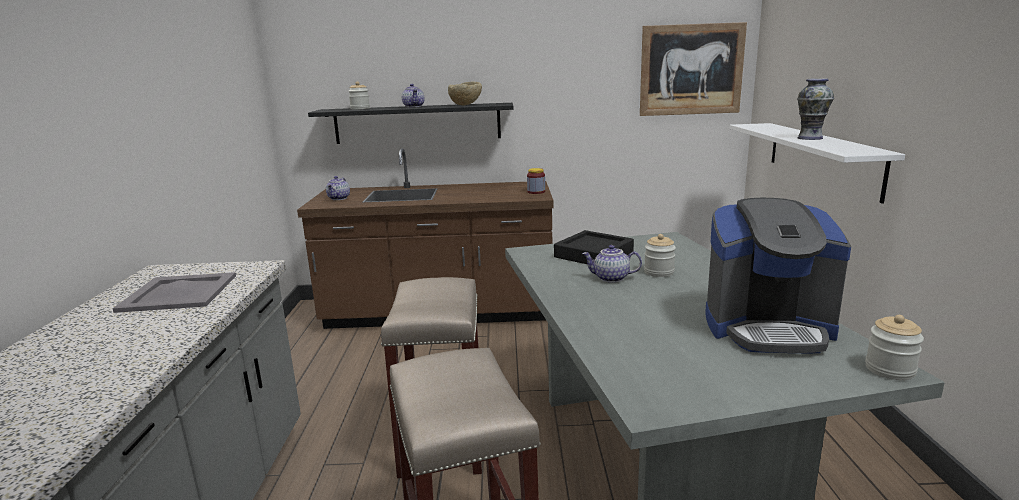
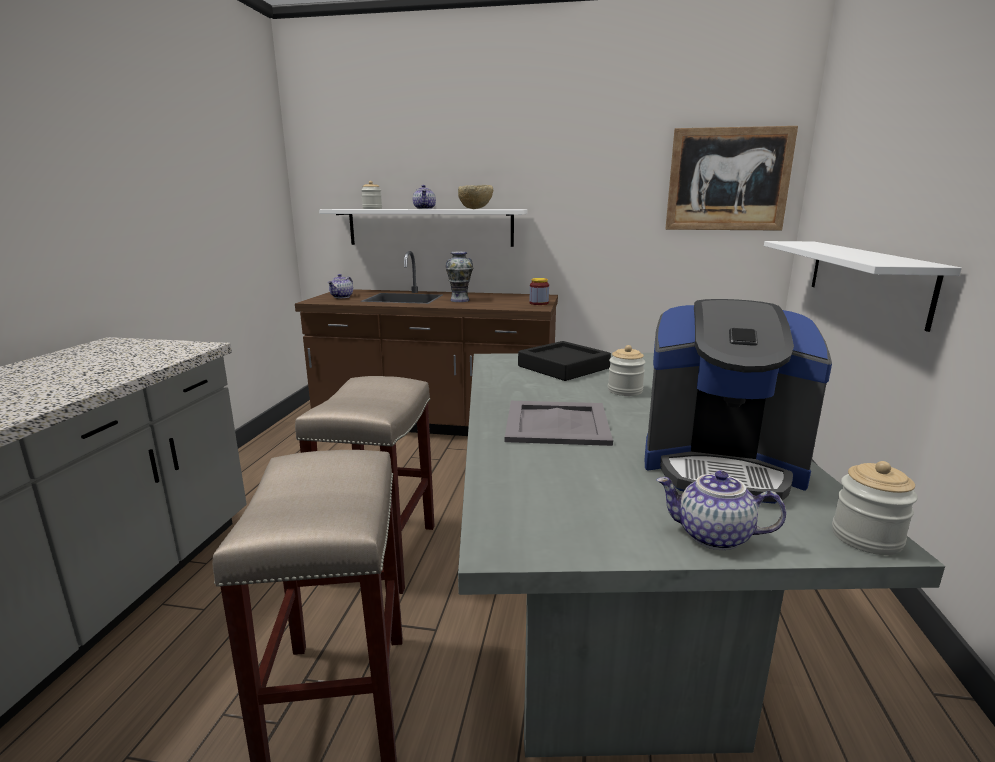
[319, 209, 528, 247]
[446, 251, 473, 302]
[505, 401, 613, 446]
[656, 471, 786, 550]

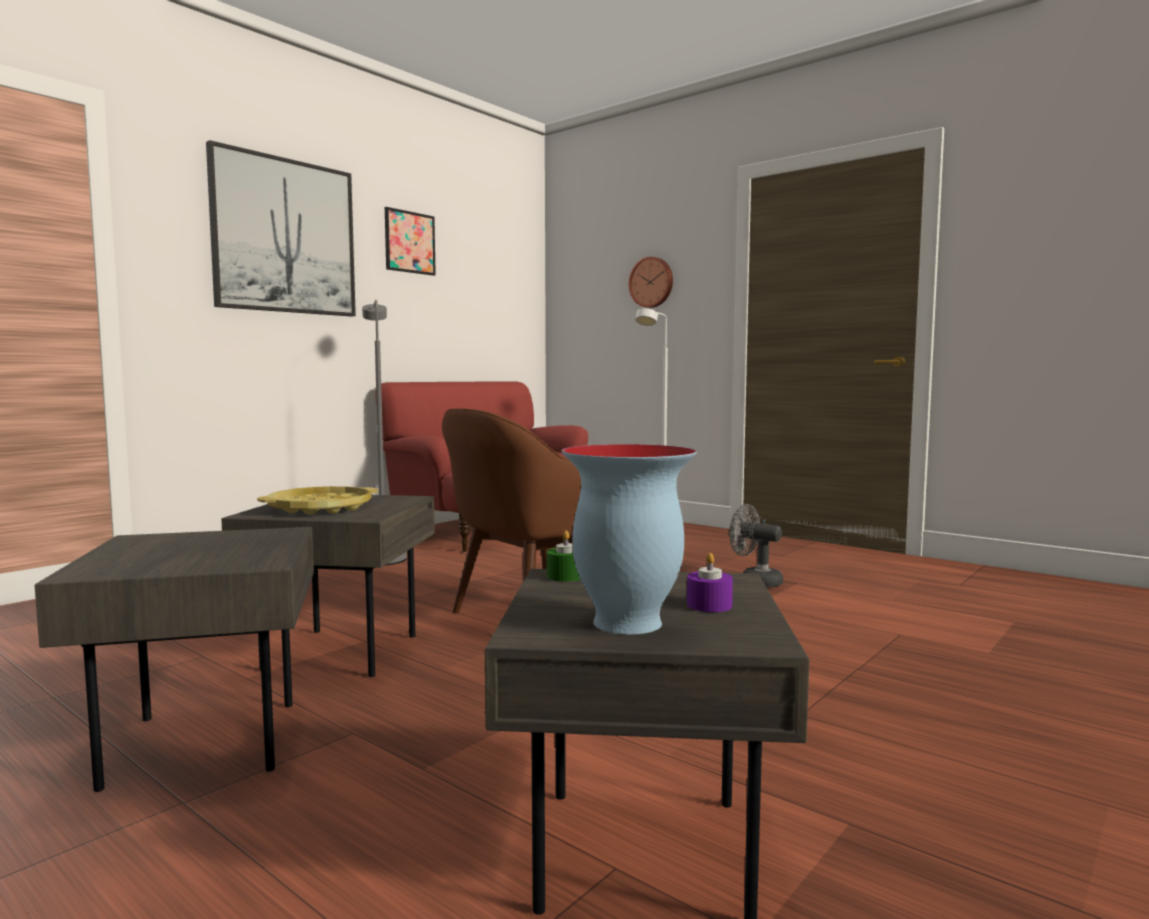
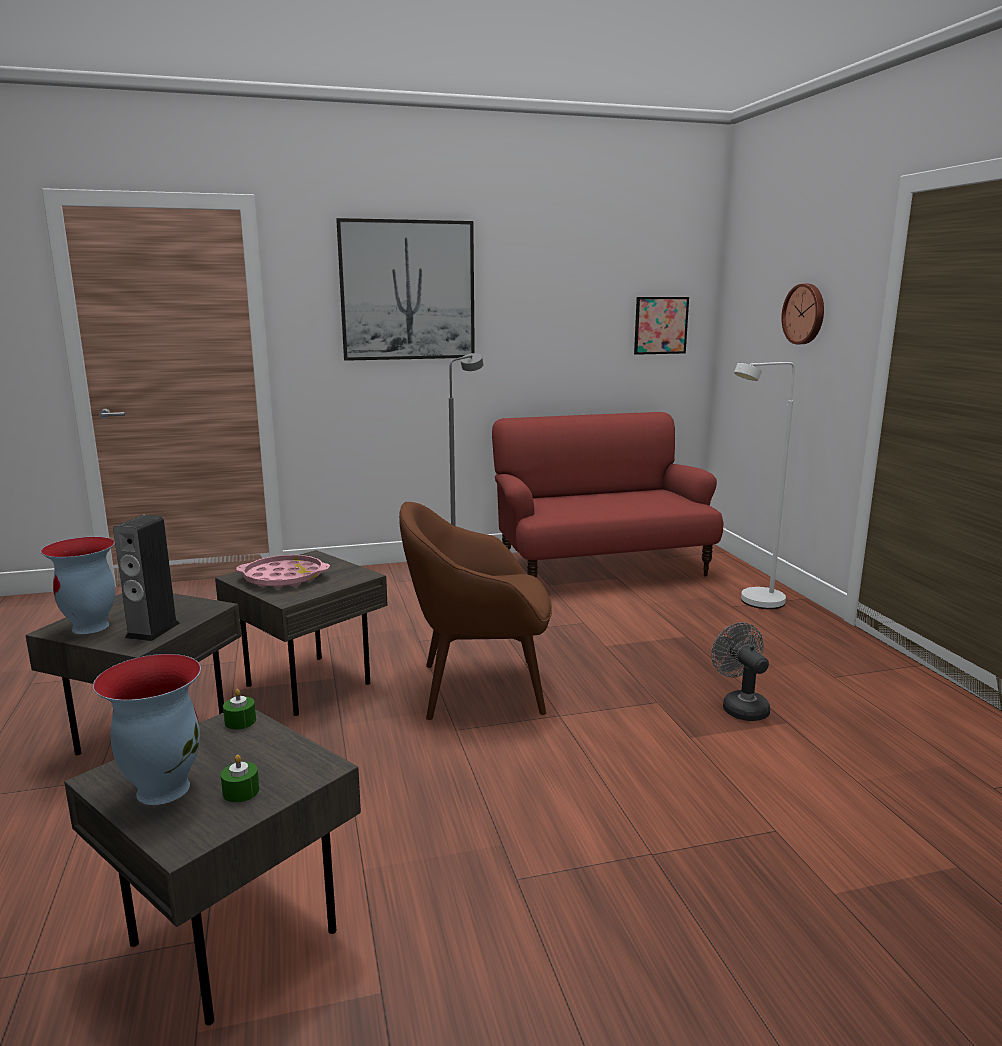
[41, 537, 115, 634]
[113, 515, 180, 641]
[221, 755, 259, 803]
[236, 555, 330, 588]
[634, 297, 689, 355]

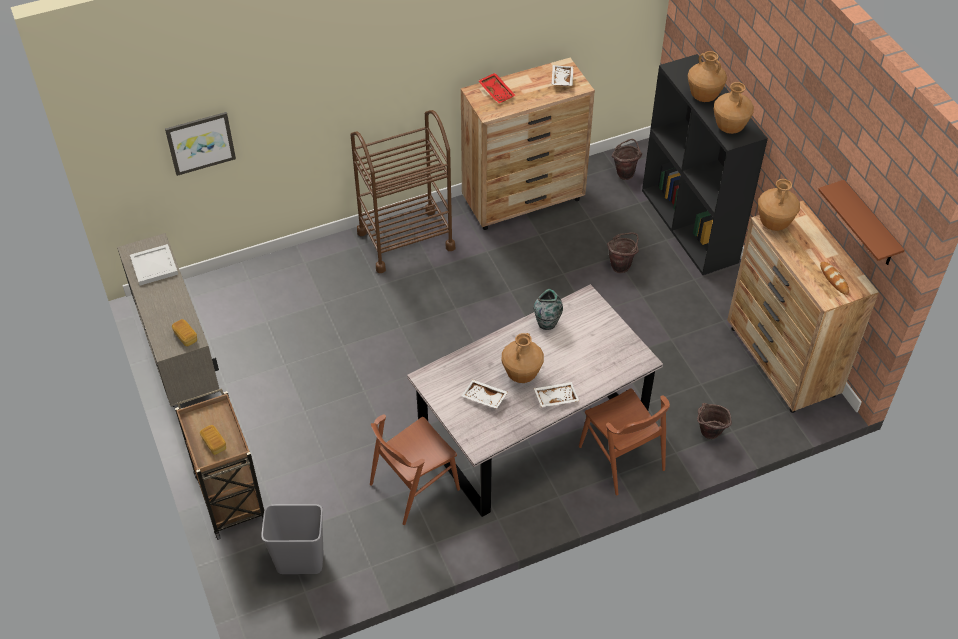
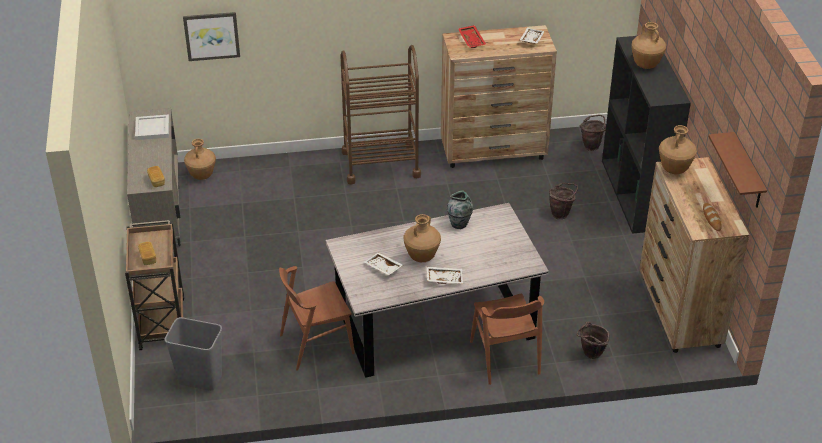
[184, 139, 216, 180]

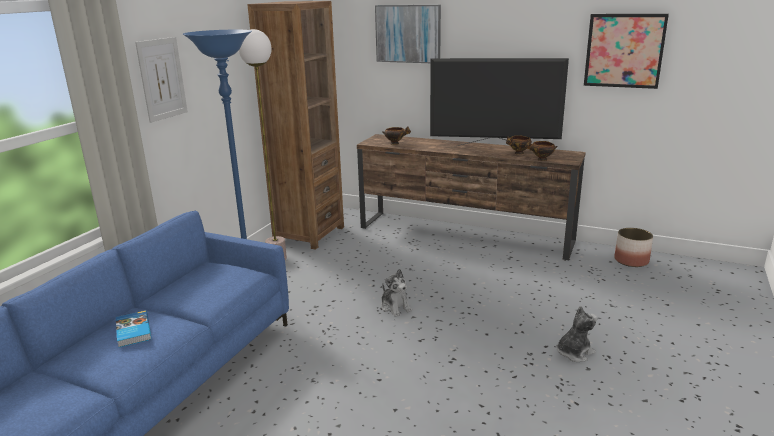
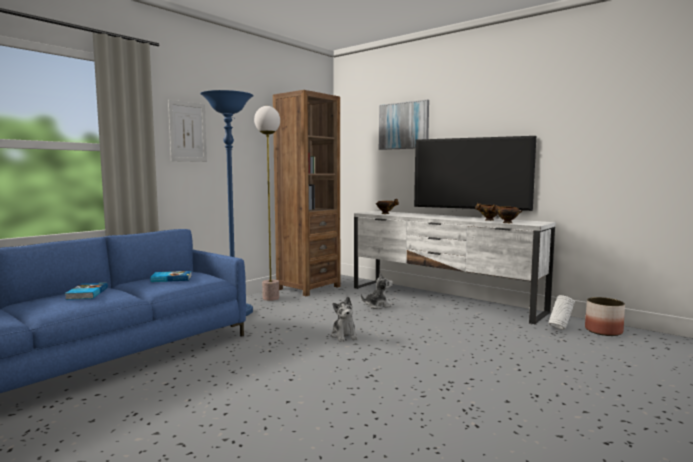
[150, 271, 191, 282]
[354, 211, 556, 324]
[361, 272, 393, 309]
[548, 295, 575, 330]
[584, 14, 669, 89] (first image)

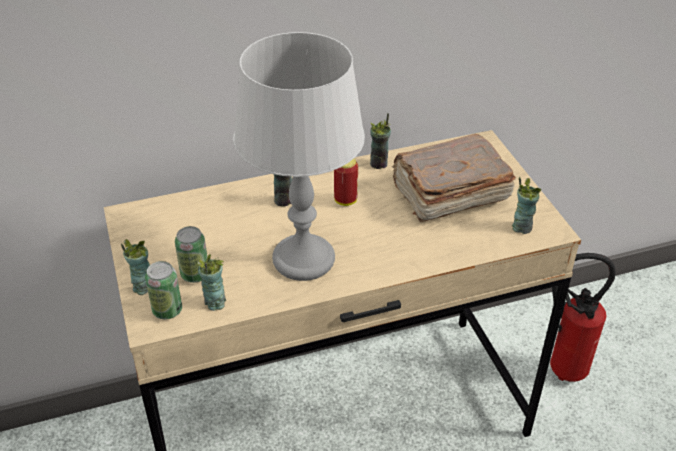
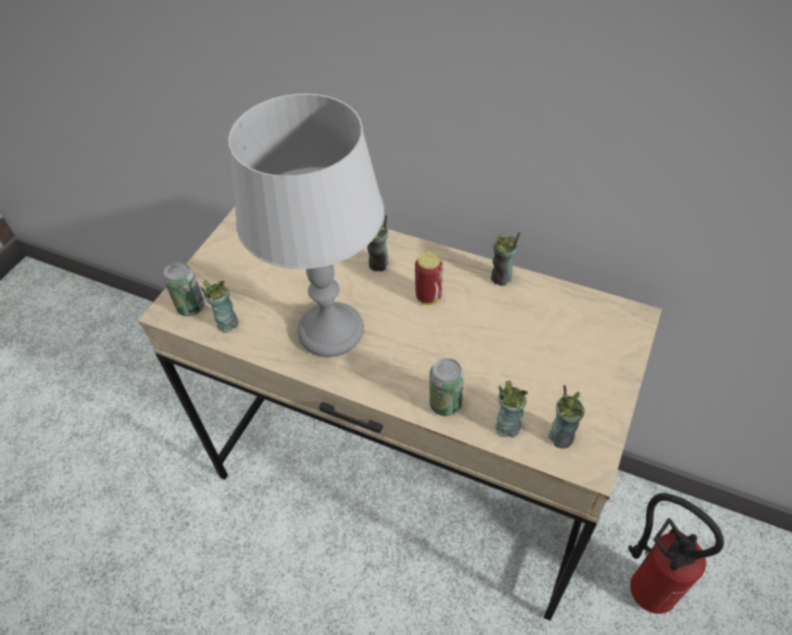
[429, 358, 464, 416]
[495, 381, 528, 438]
[392, 134, 516, 222] (first image)

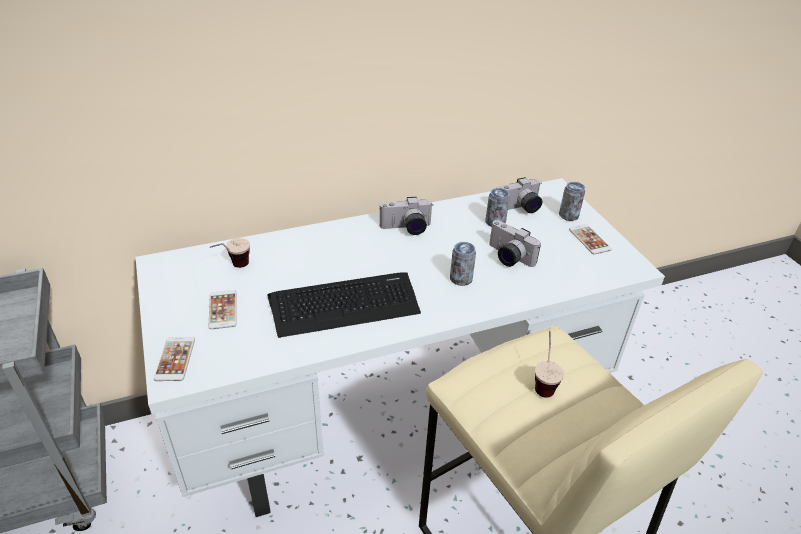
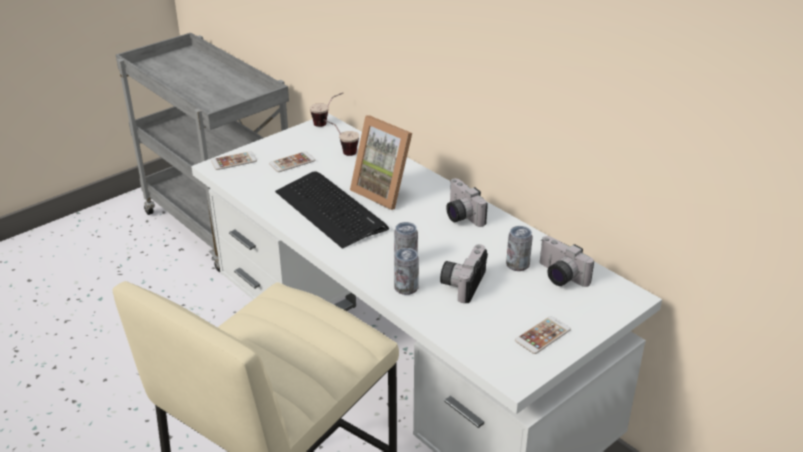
[310, 93, 343, 127]
[350, 115, 412, 210]
[394, 248, 419, 295]

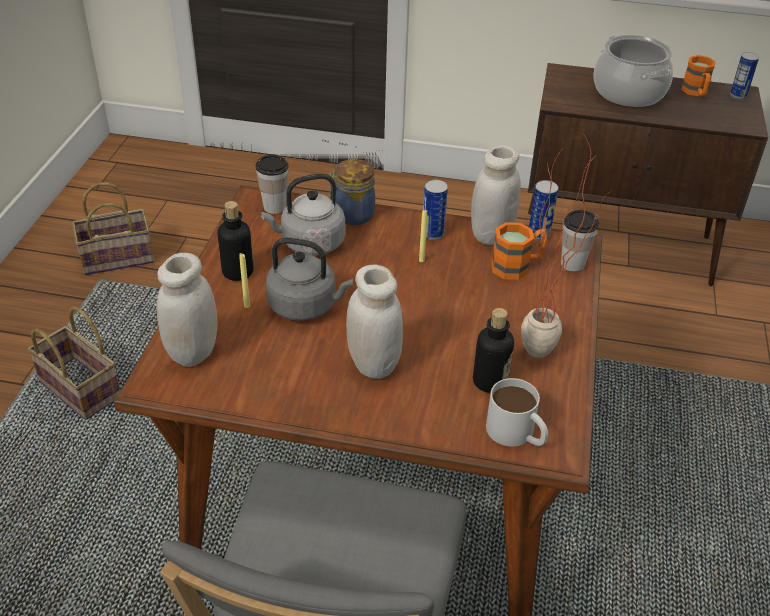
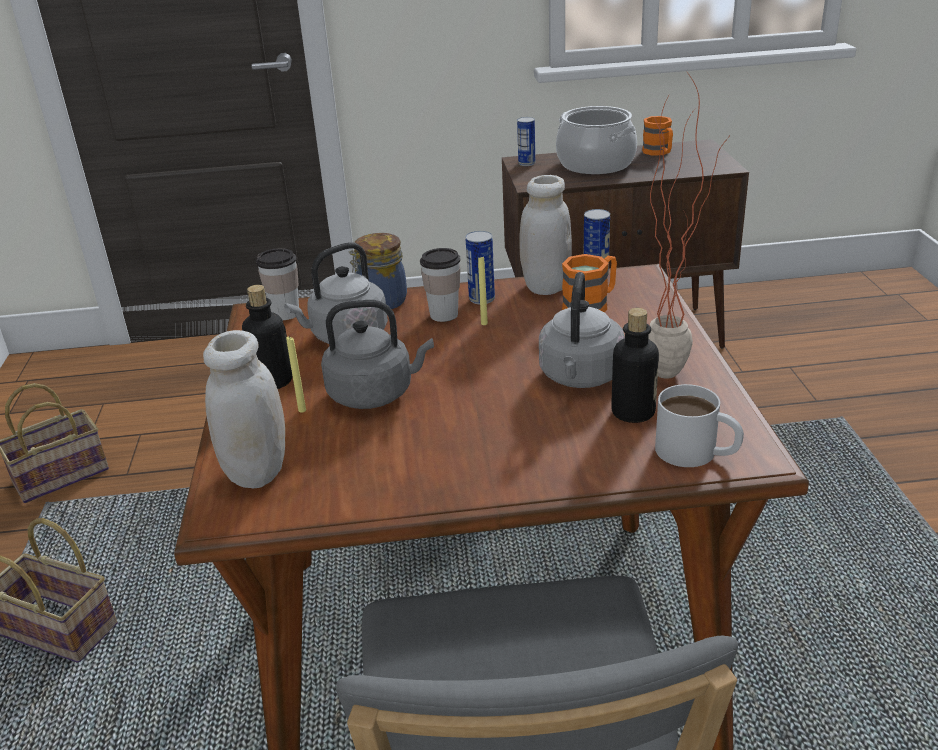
[420, 248, 460, 322]
[517, 117, 535, 166]
[539, 272, 625, 388]
[346, 265, 403, 379] (first image)

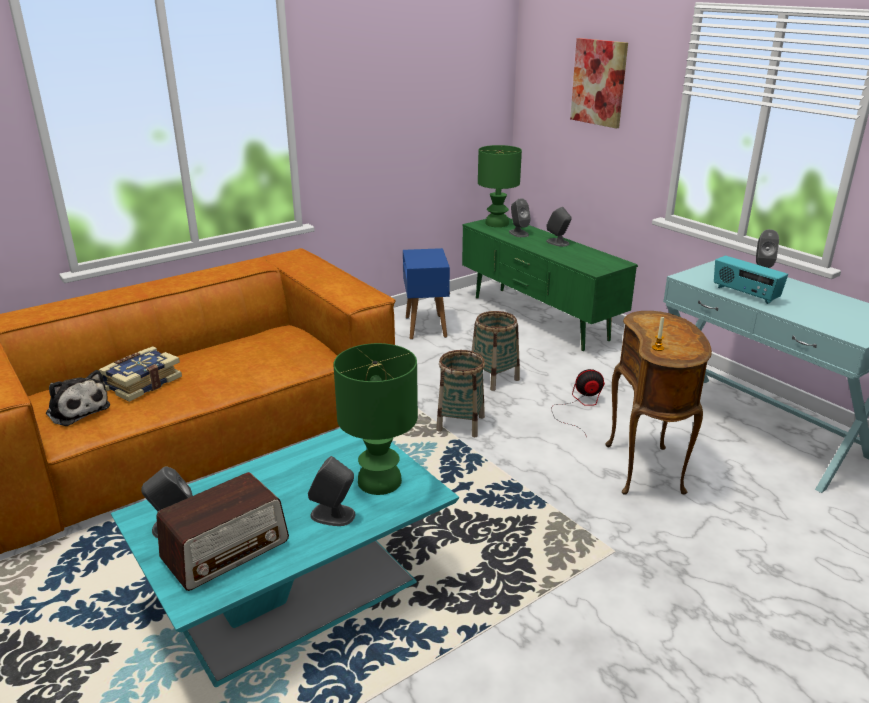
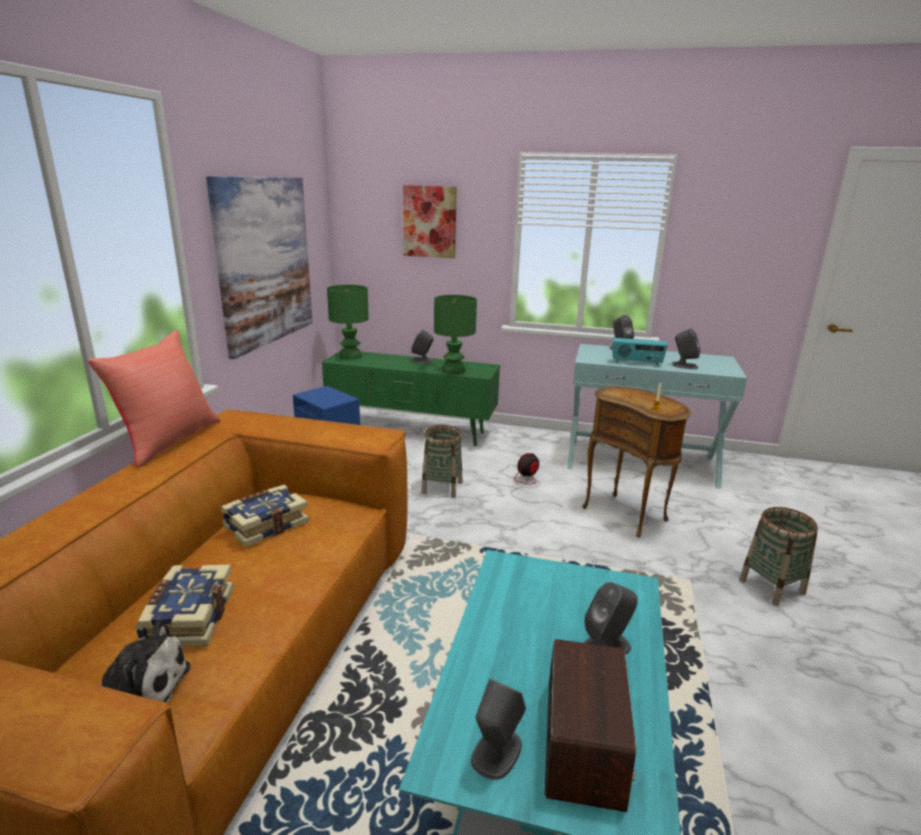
[87, 330, 221, 468]
[206, 176, 313, 359]
[221, 485, 309, 547]
[434, 295, 477, 375]
[672, 328, 700, 369]
[739, 507, 818, 606]

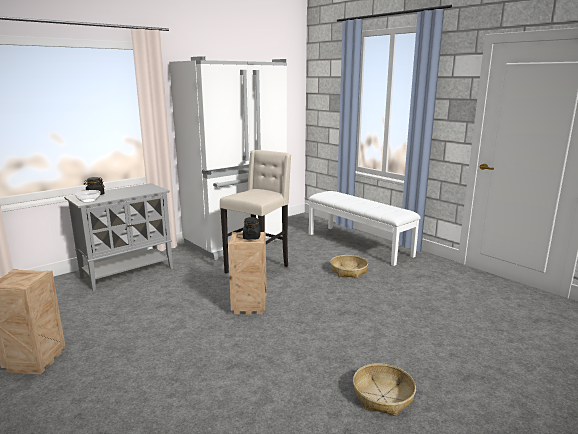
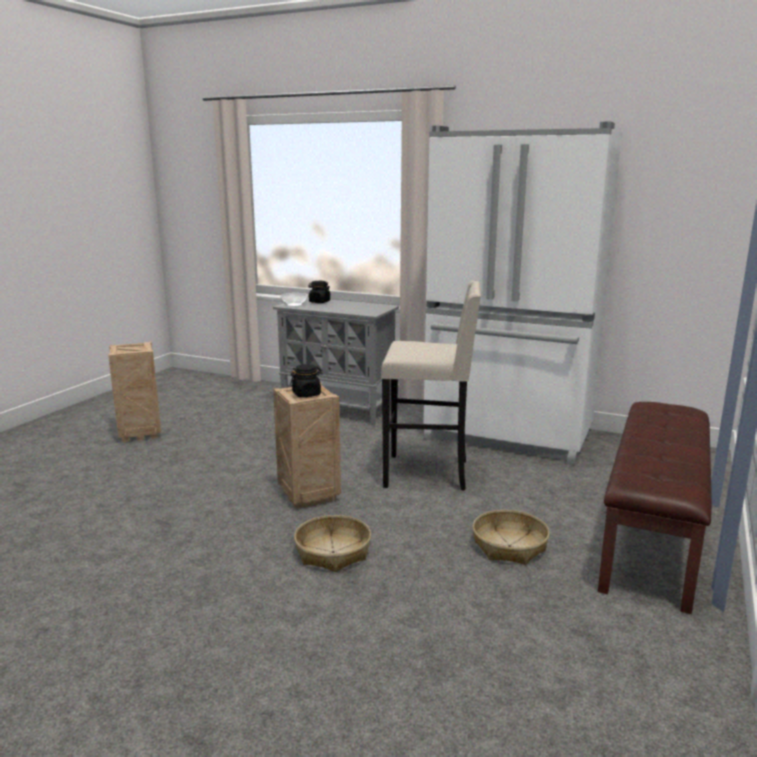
[294, 515, 371, 572]
[598, 402, 712, 614]

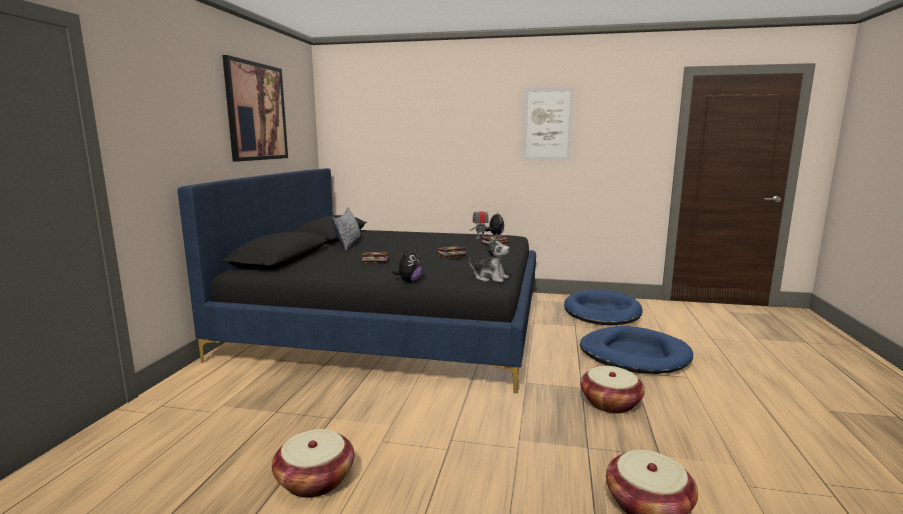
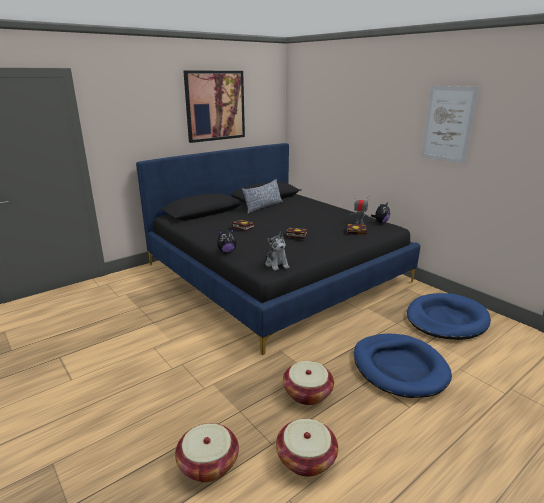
[276, 419, 338, 477]

